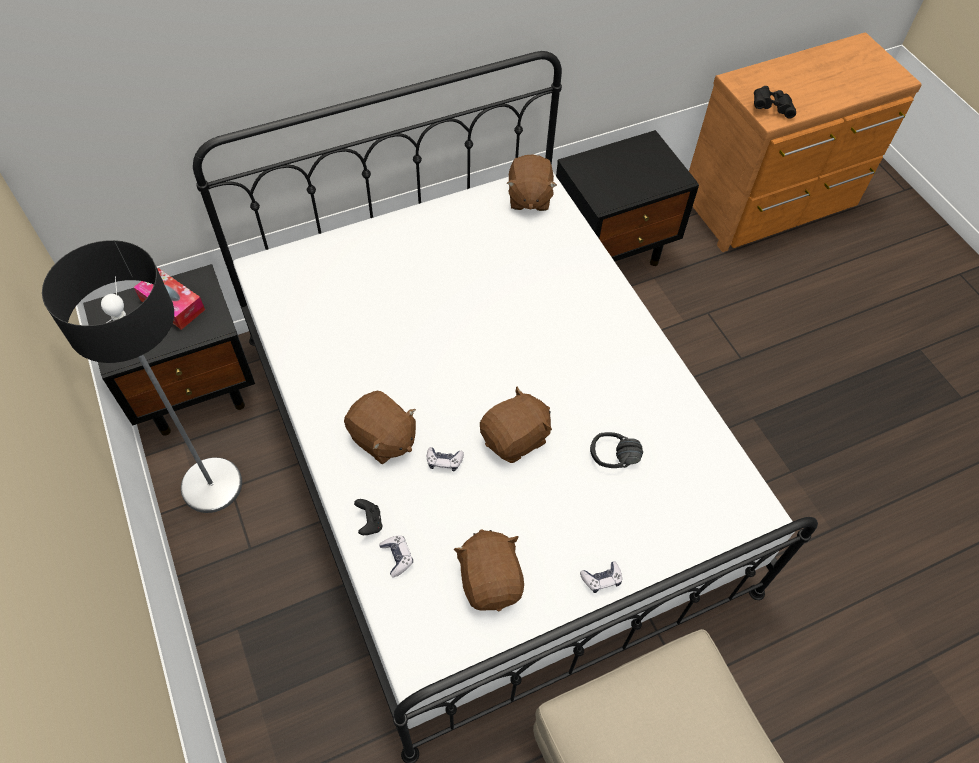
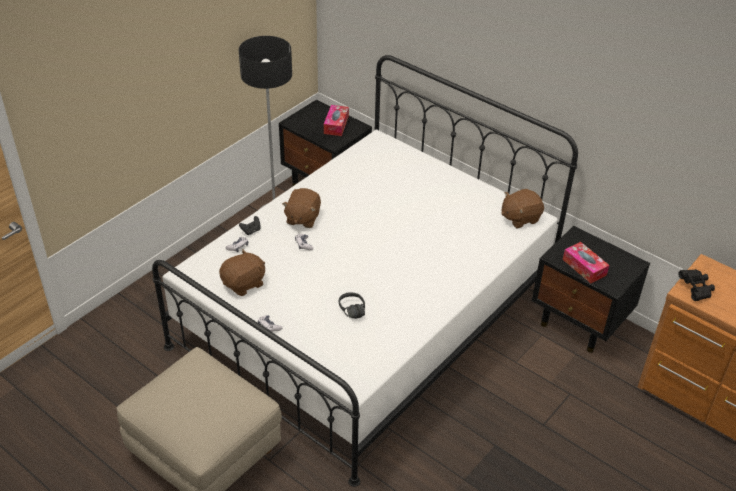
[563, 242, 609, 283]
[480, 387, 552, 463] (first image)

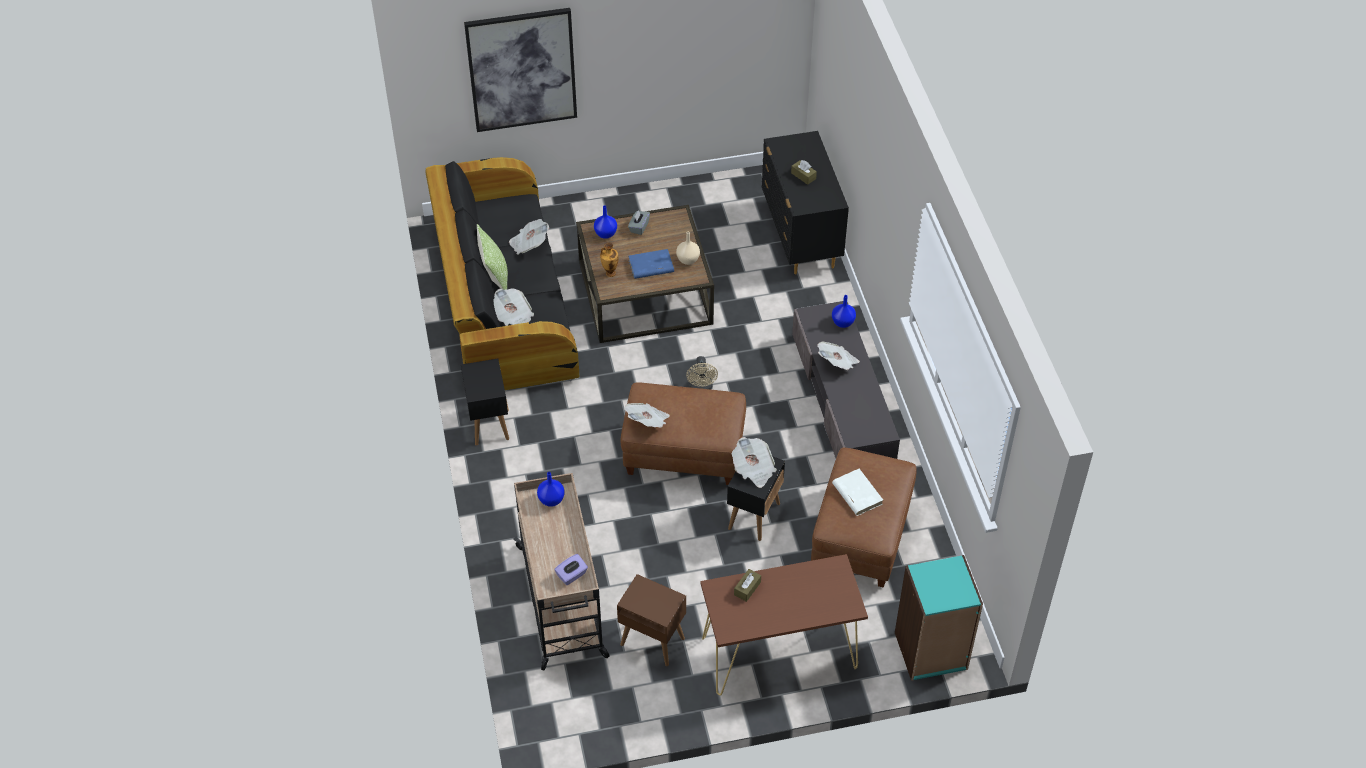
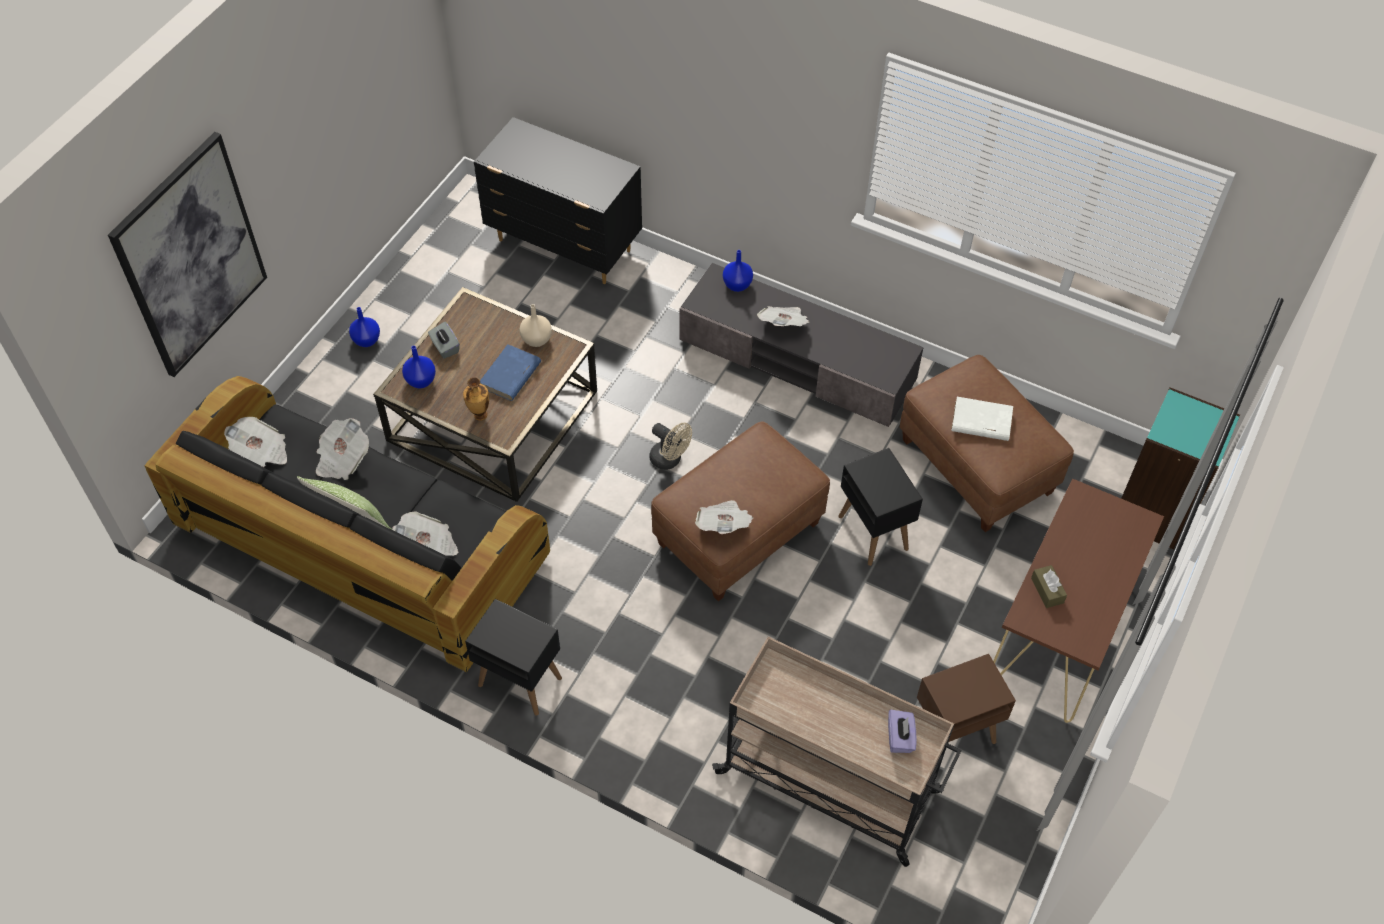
[224, 417, 287, 467]
[349, 307, 380, 347]
[791, 160, 817, 185] (first image)

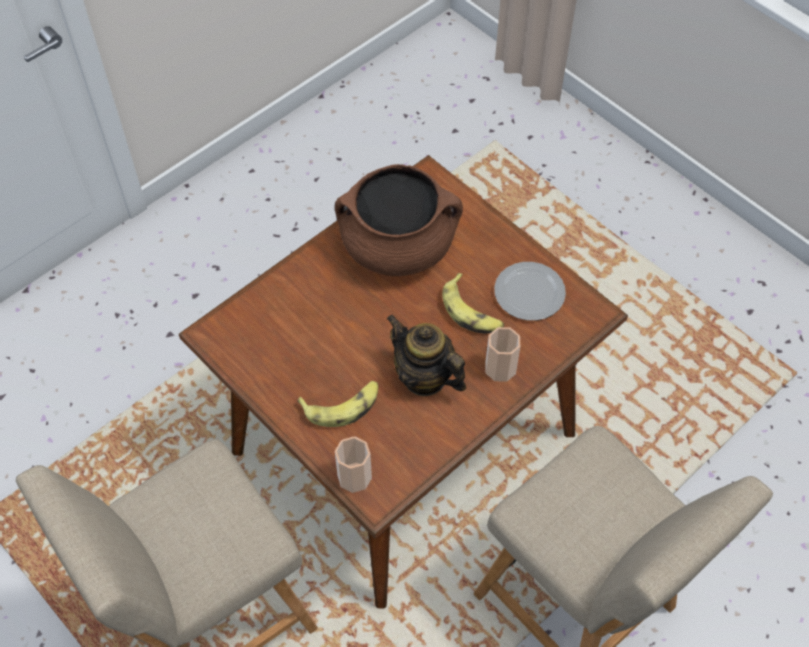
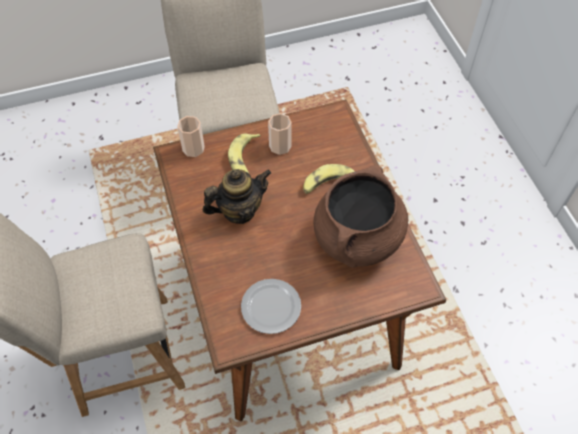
[268, 113, 292, 155]
[303, 164, 355, 194]

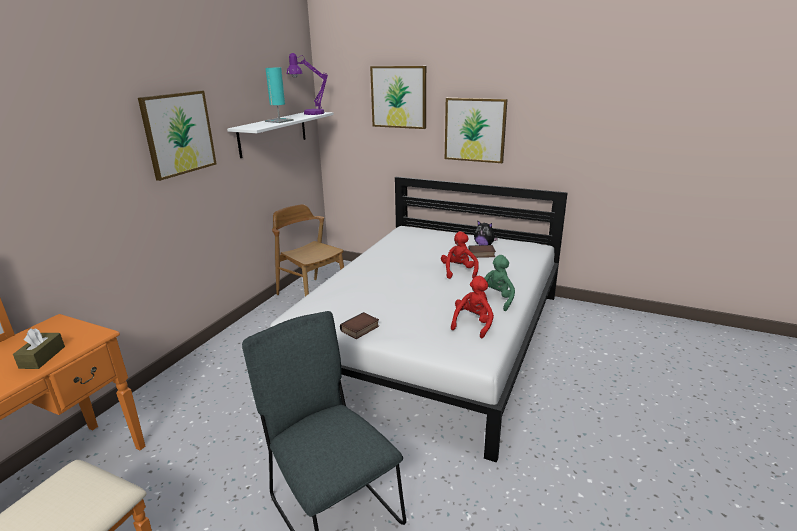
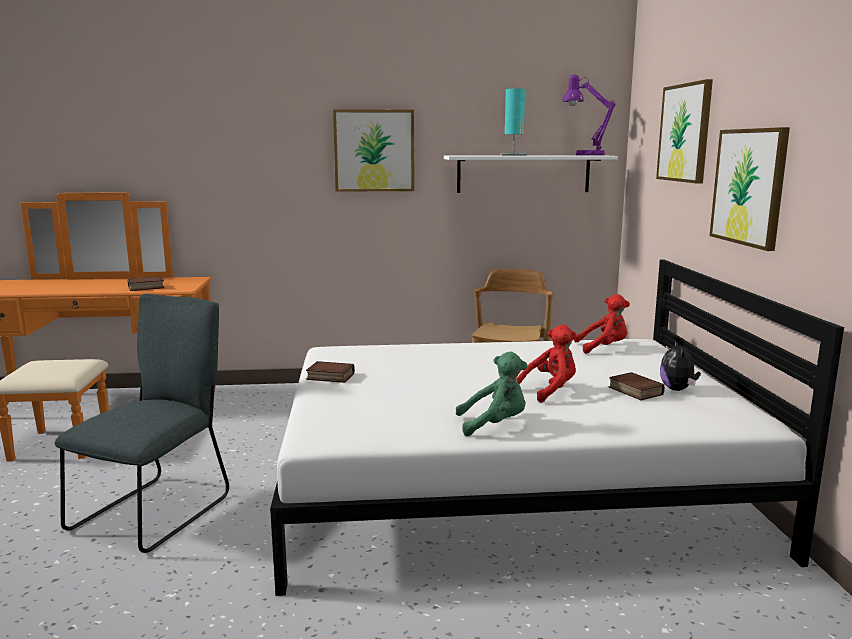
[128, 276, 165, 291]
[574, 294, 630, 354]

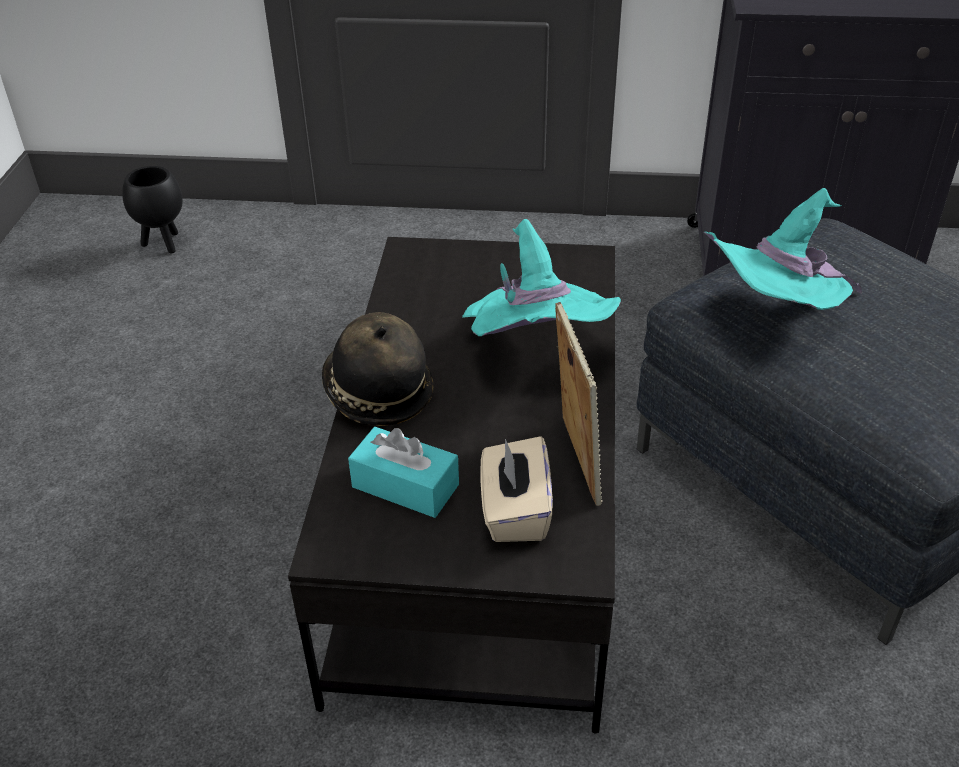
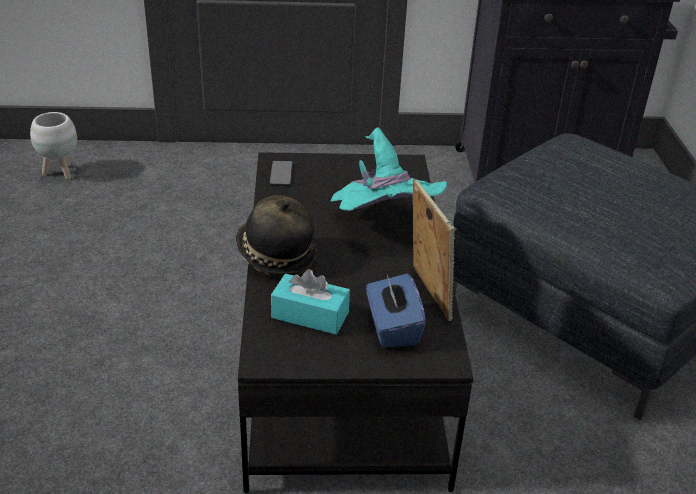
[30, 112, 77, 179]
[269, 161, 293, 186]
[366, 274, 426, 348]
[704, 188, 862, 310] (first image)

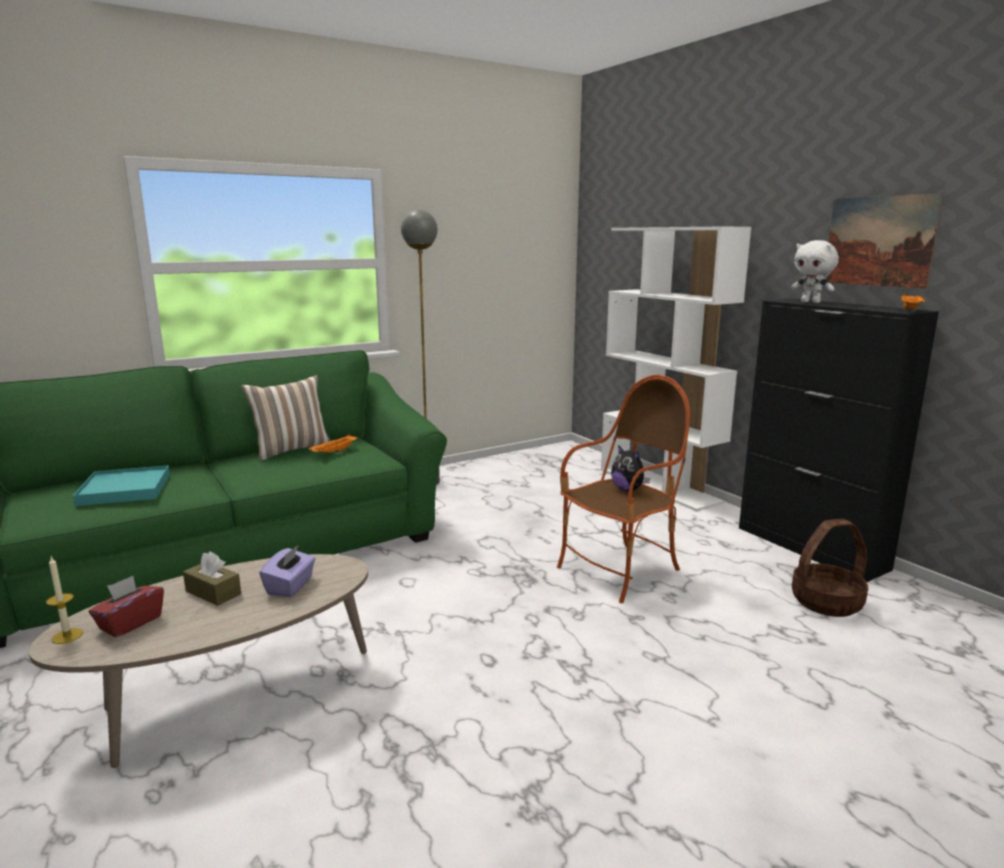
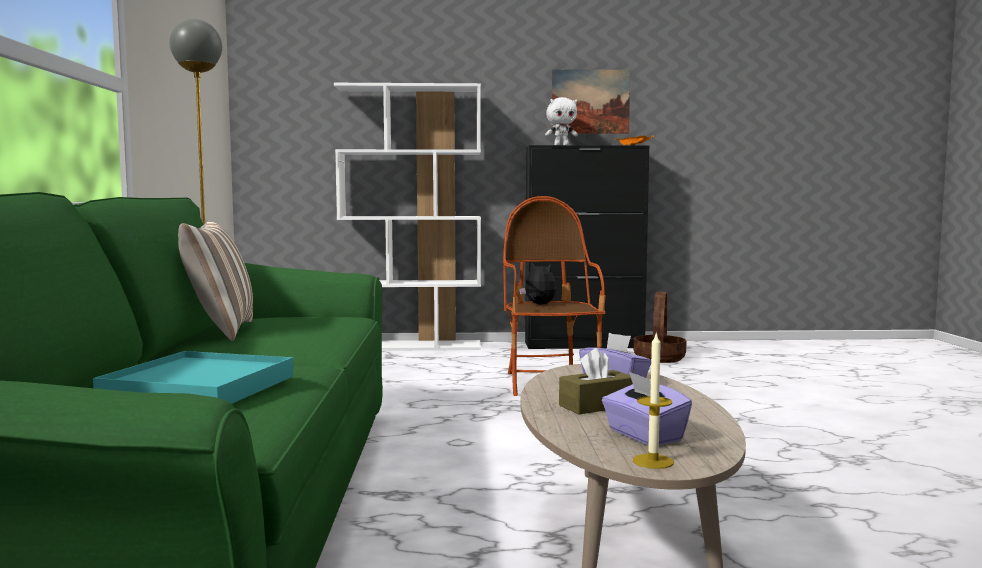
[519, 262, 556, 305]
[602, 371, 692, 445]
[308, 434, 358, 453] (first image)

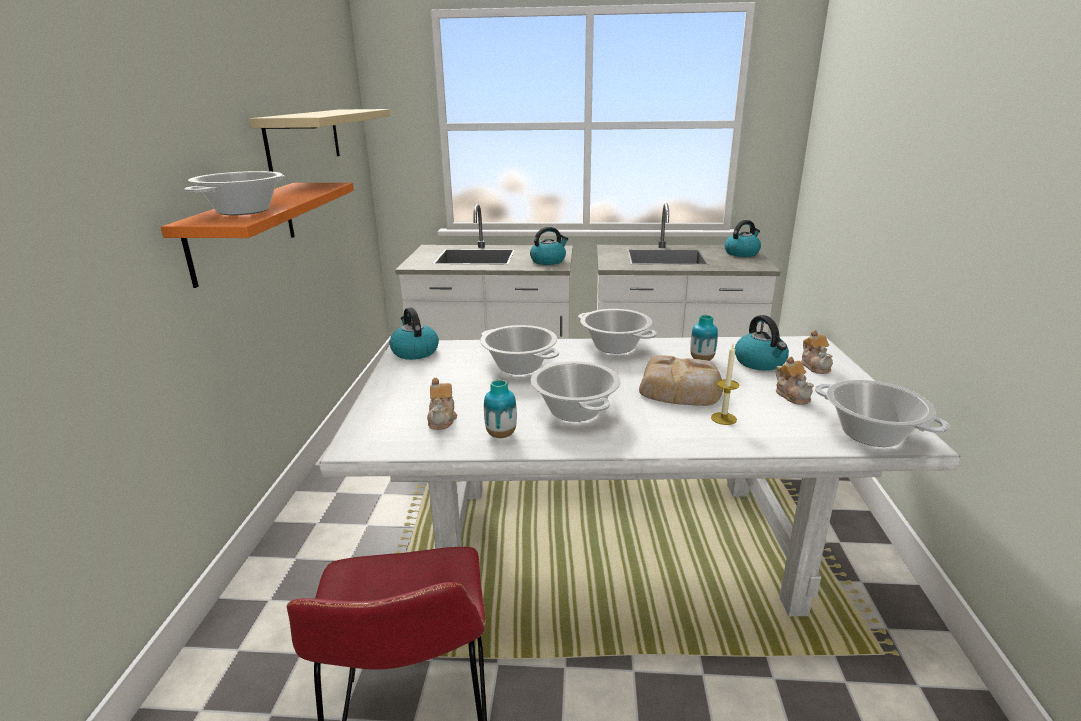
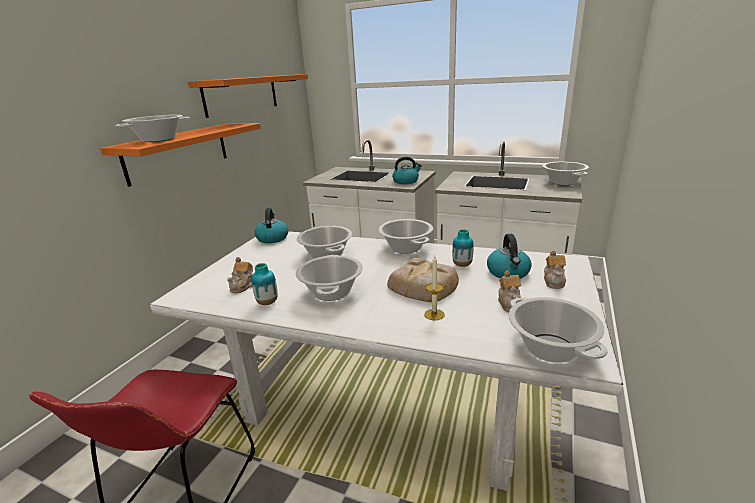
[188, 74, 308, 118]
[543, 162, 589, 185]

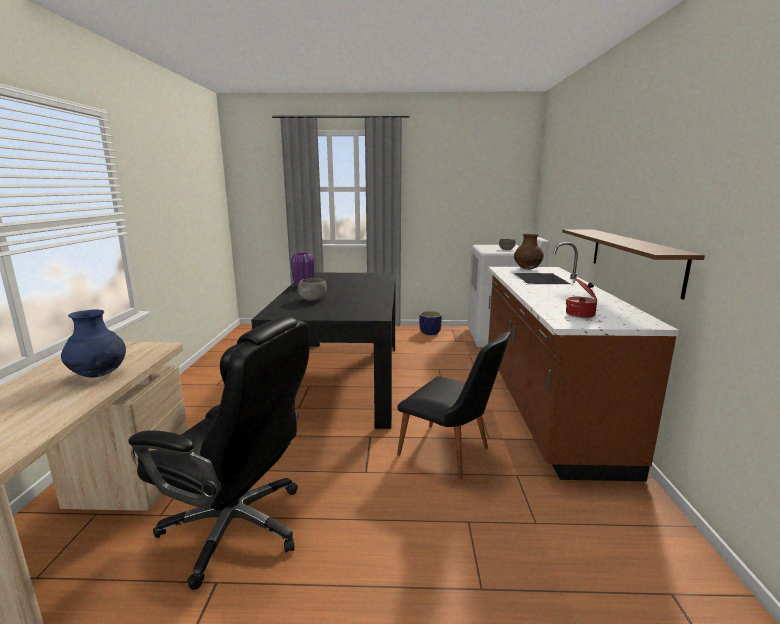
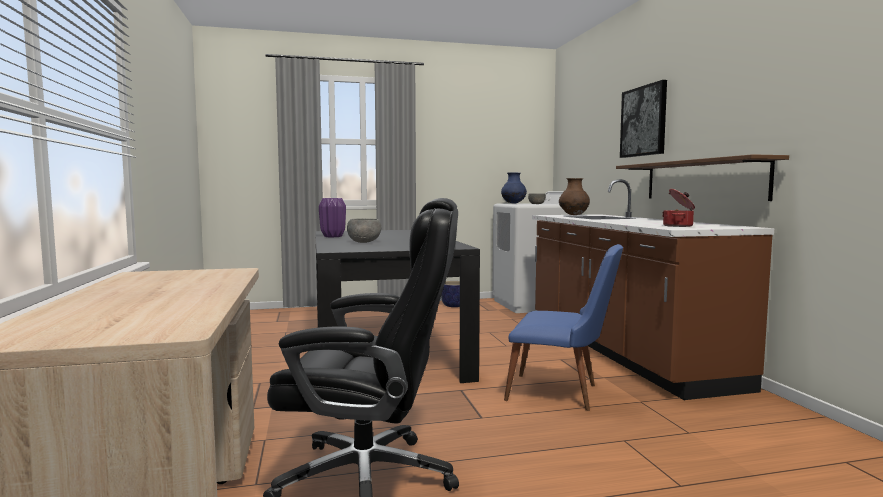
[501, 172, 527, 204]
[504, 244, 623, 411]
[620, 80, 667, 158]

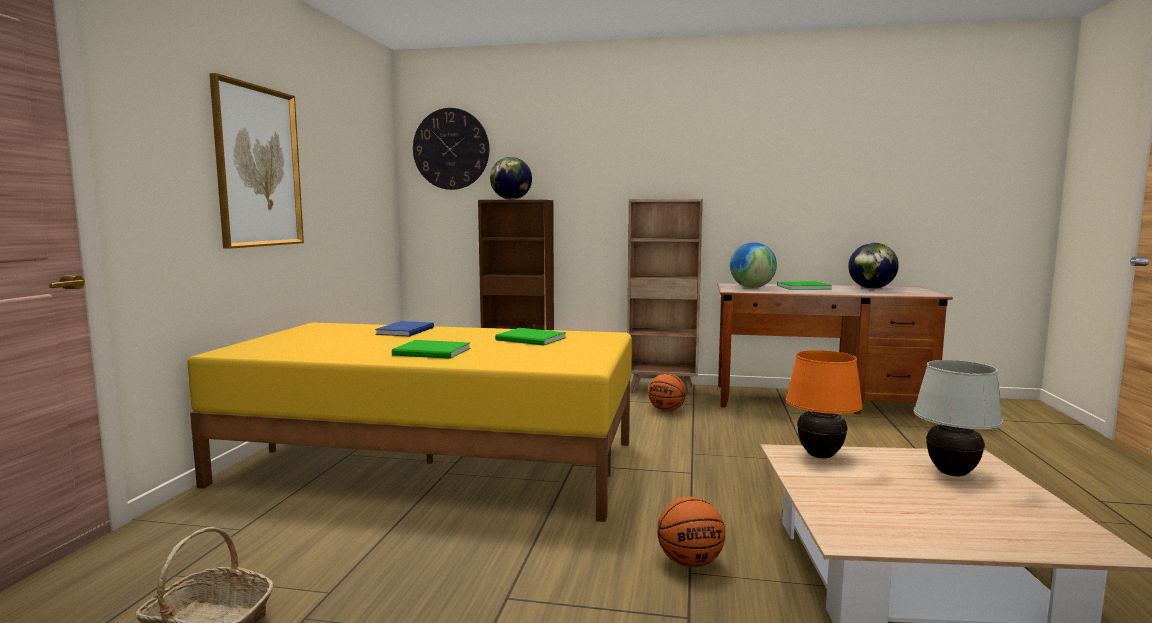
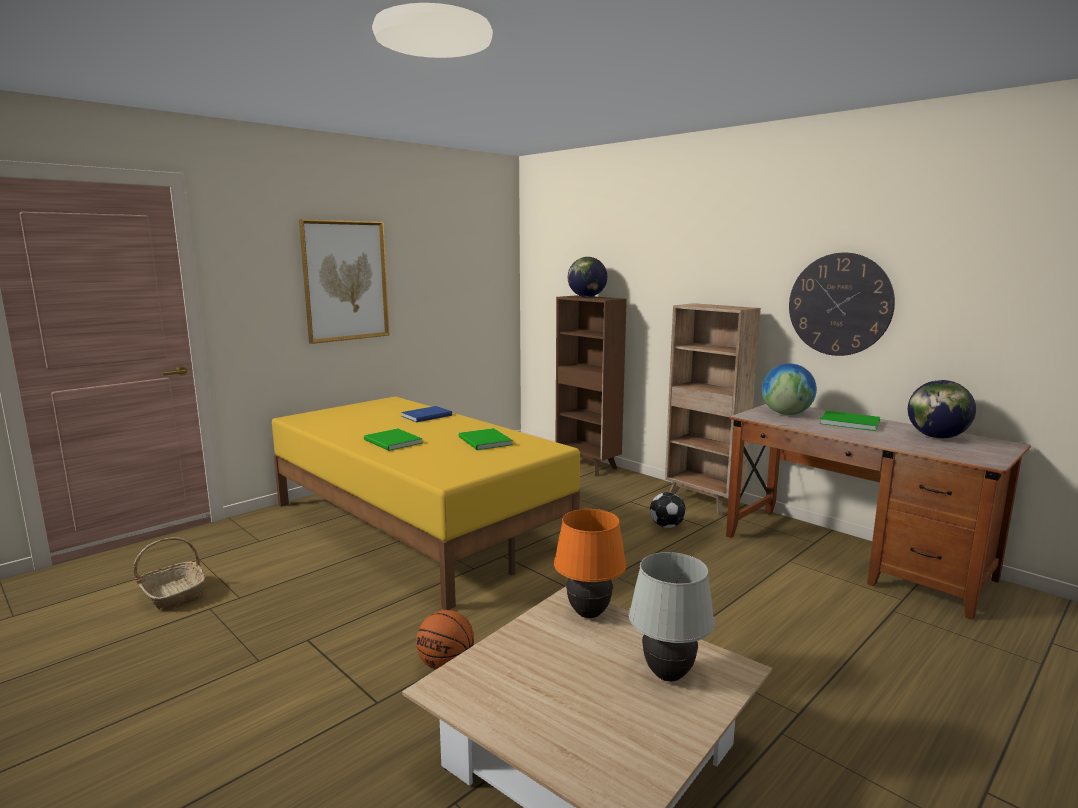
[650, 492, 686, 528]
[789, 253, 895, 356]

